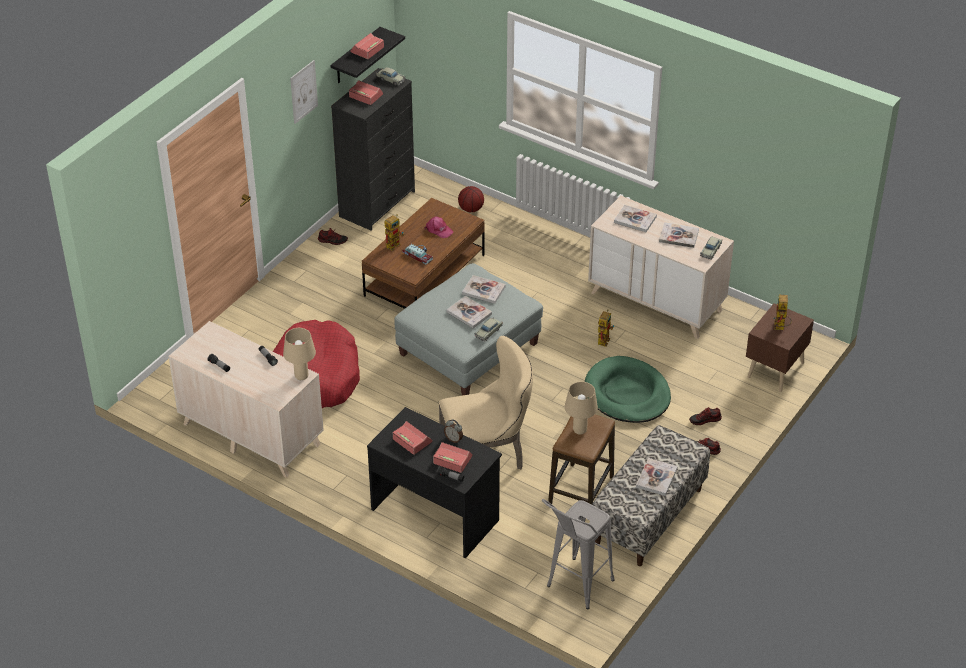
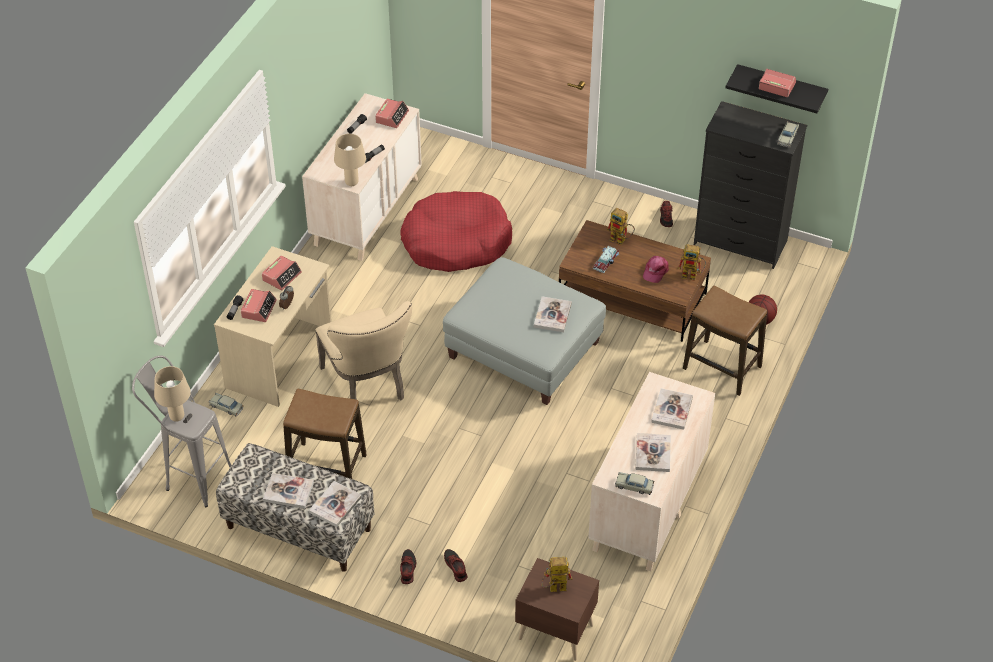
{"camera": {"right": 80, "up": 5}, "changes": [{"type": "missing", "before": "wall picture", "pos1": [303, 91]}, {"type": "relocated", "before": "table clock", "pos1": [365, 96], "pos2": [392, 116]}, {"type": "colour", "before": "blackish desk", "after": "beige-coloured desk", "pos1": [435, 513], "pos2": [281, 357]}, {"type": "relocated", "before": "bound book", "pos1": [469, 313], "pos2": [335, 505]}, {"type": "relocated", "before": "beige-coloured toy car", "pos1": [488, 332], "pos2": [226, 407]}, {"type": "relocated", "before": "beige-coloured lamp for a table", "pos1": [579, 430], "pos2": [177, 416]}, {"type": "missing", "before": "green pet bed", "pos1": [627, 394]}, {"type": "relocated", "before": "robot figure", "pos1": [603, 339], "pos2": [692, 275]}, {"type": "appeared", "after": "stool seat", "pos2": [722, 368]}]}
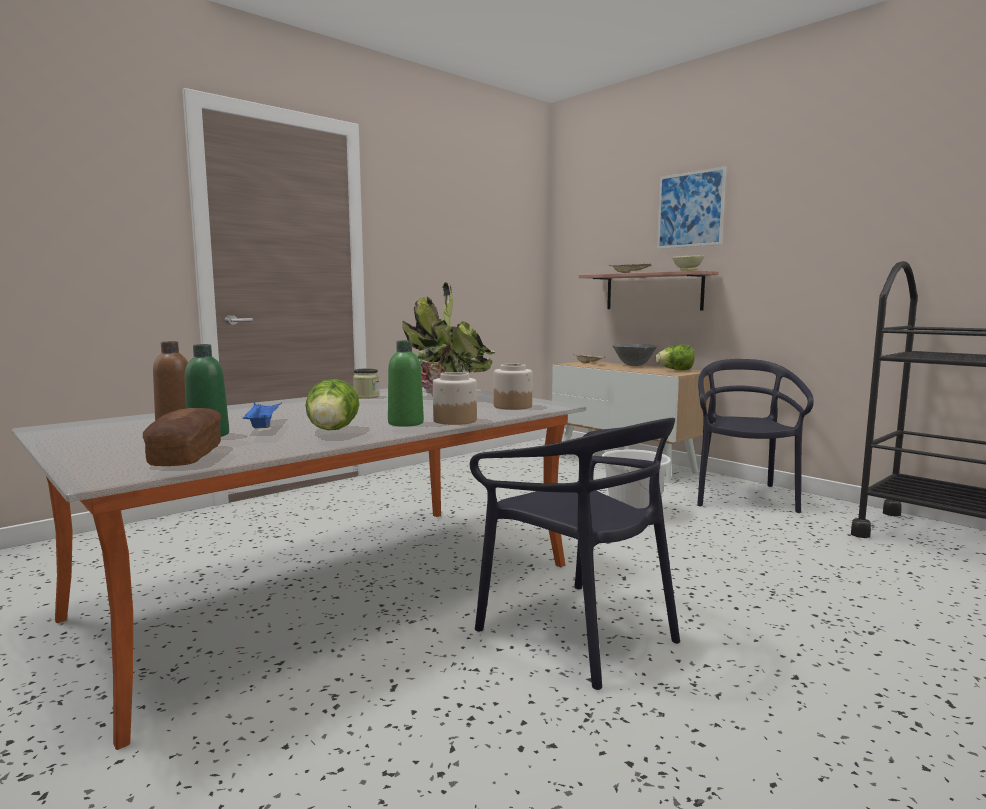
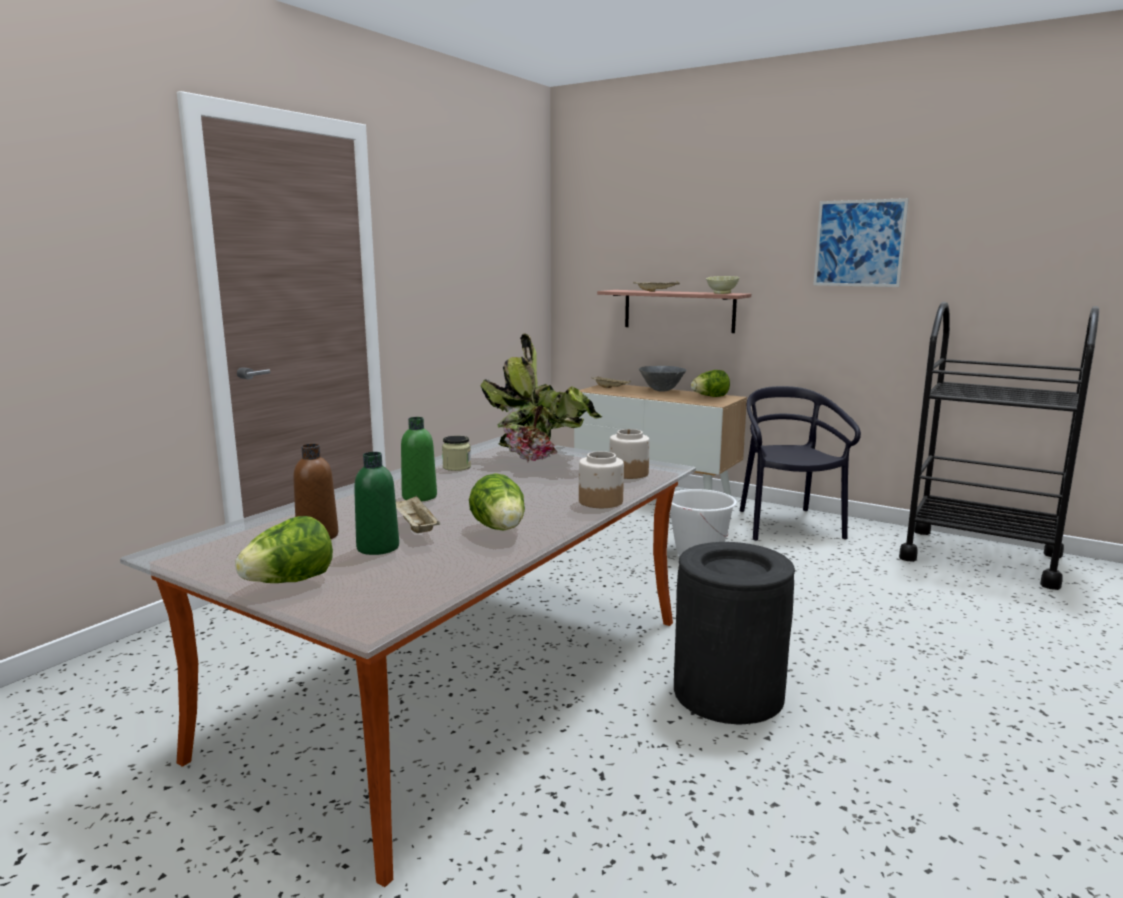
{"camera": {"right": -15, "up": 5}, "changes": [{"type": "missing", "before": "baked bread", "pos1": [187, 456]}, {"type": "colour", "before": "blue serving tray", "after": "beige-coloured serving tray", "pos1": [263, 426], "pos2": [415, 527]}, {"type": "relocated", "before": "green drink bottle", "pos1": [405, 423], "pos2": [419, 497]}, {"type": "exchanged", "before": "blackish plain chair", "after": "blackish waste bin", "pos1": [578, 632], "pos2": [728, 693]}, {"type": "relocated", "before": "wall picture", "pos1": [690, 209], "pos2": [859, 243]}, {"type": "appeared", "after": "lettuce", "pos2": [289, 582]}]}
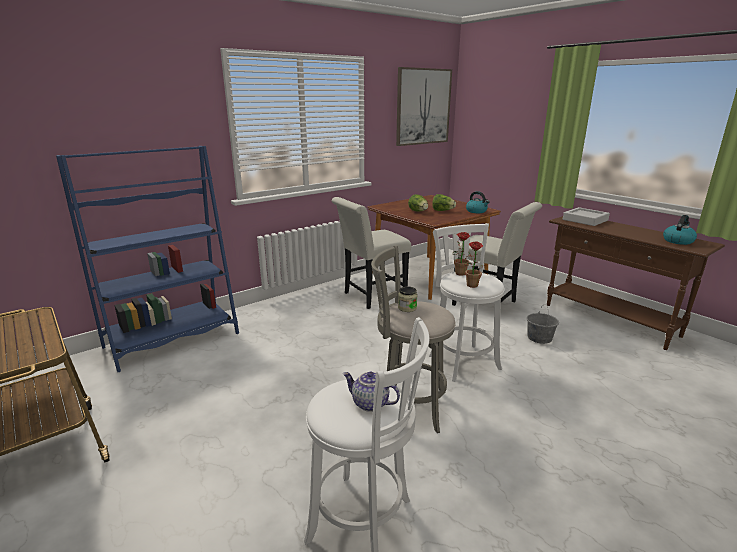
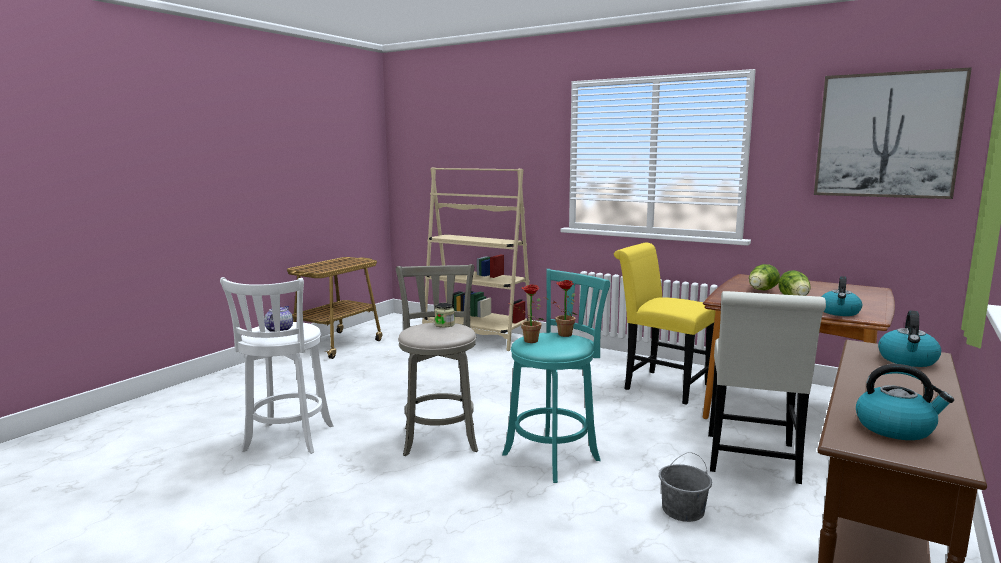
{"camera": {"right": 70, "up": -10}, "changes": [{"type": "colour", "before": "blue bookshelf", "after": "beige-coloured bookshelf", "pos1": [173, 340], "pos2": [477, 336]}, {"type": "colour", "before": "white-coloured plain chair", "after": "yellowish plain chair", "pos1": [371, 296], "pos2": [661, 385]}, {"type": "colour", "before": "white-coloured stool seat", "after": "blue-green stool seat", "pos1": [462, 360], "pos2": [554, 455]}, {"type": "exchanged", "before": "gray serving tray", "after": "tea kettle", "pos1": [585, 220], "pos2": [908, 360]}]}
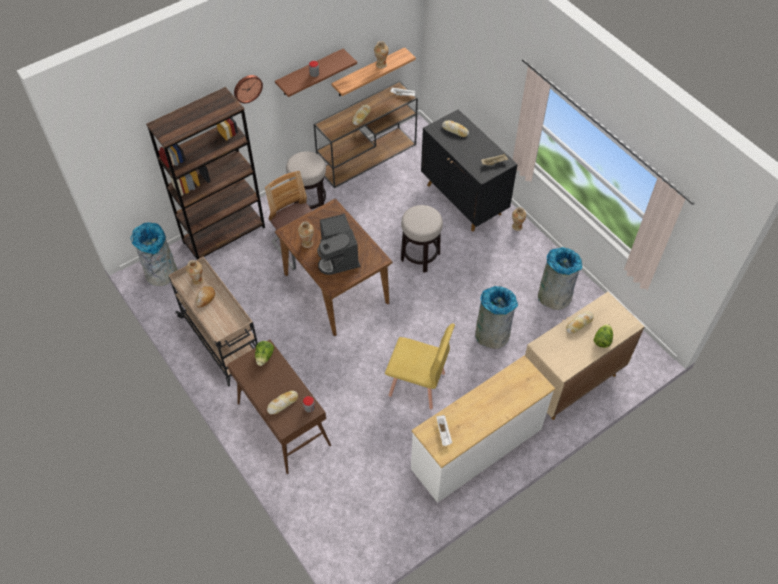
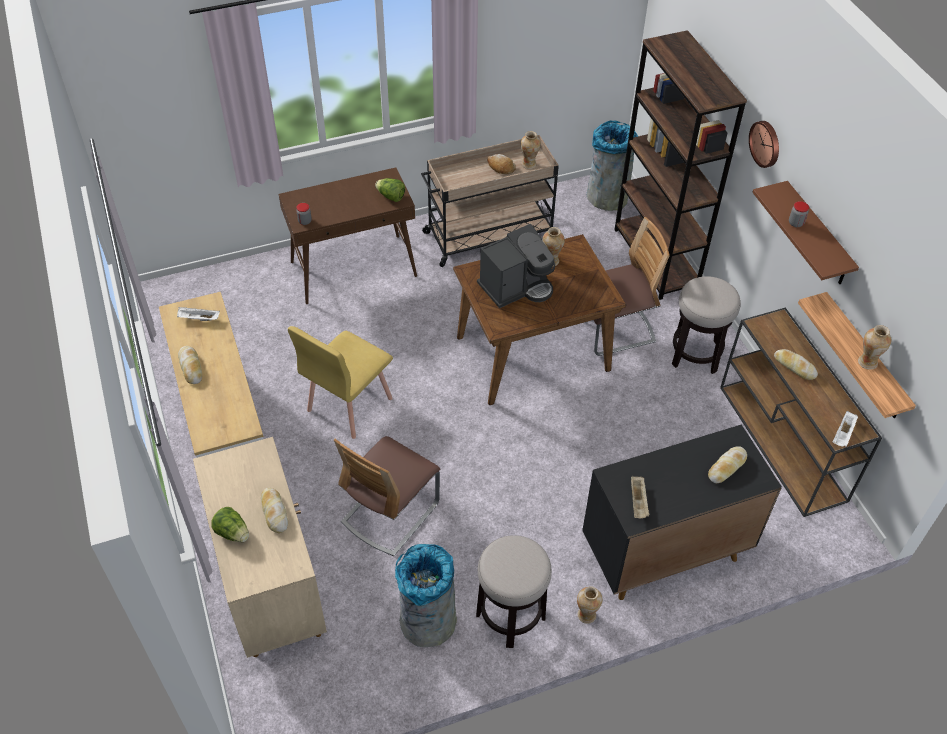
{"camera": {"right": 105, "up": -5}, "changes": [{"type": "relocated", "before": "baked bread", "pos1": [282, 403], "pos2": [191, 367]}, {"type": "spun", "before": "coffee machine", "pos1": [338, 257], "pos2": [516, 287], "turn": 150}, {"type": "relocated", "before": "stool seat", "pos1": [420, 256], "pos2": [510, 615]}, {"type": "exchanged", "before": "gray waste bin", "after": "plain chair", "pos1": [492, 335], "pos2": [390, 513]}]}
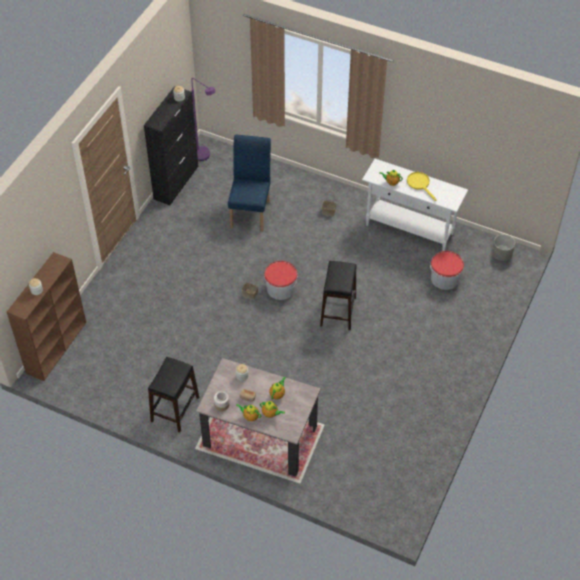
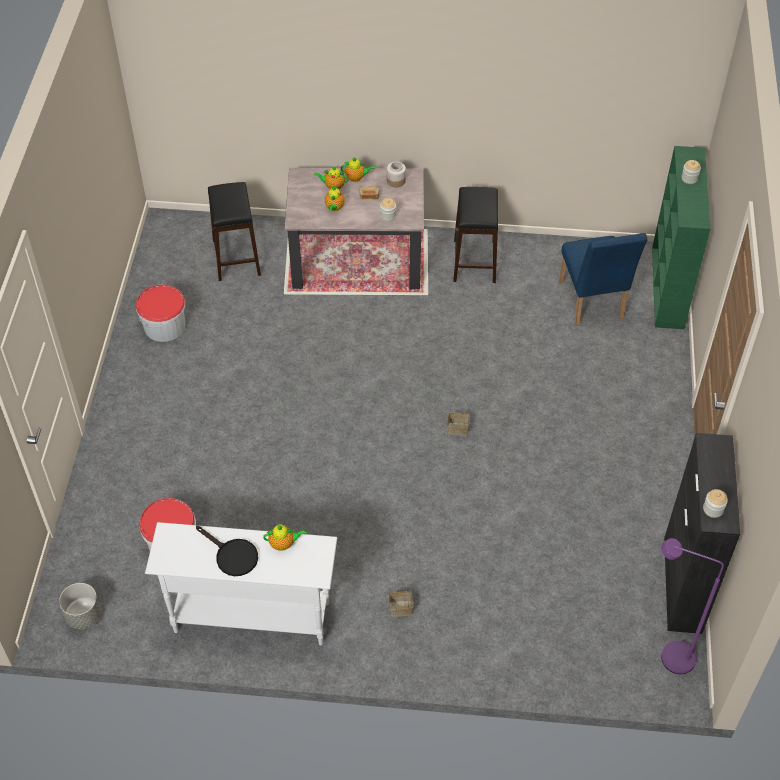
{"camera": {"right": 160, "up": 0}, "changes": [{"type": "colour", "before": "brownish bookshelf", "after": "green bookshelf", "pos1": [56, 347], "pos2": [668, 288]}, {"type": "relocated", "before": "blue plain chair", "pos1": [251, 211], "pos2": [592, 304]}, {"type": "relocated", "before": "pail", "pos1": [280, 288], "pos2": [164, 326]}, {"type": "relocated", "before": "blackish stool seat", "pos1": [338, 311], "pos2": [236, 257]}, {"type": "colour", "before": "yellowish frying pan", "after": "blackish frying pan", "pos1": [420, 184], "pos2": [232, 556]}]}
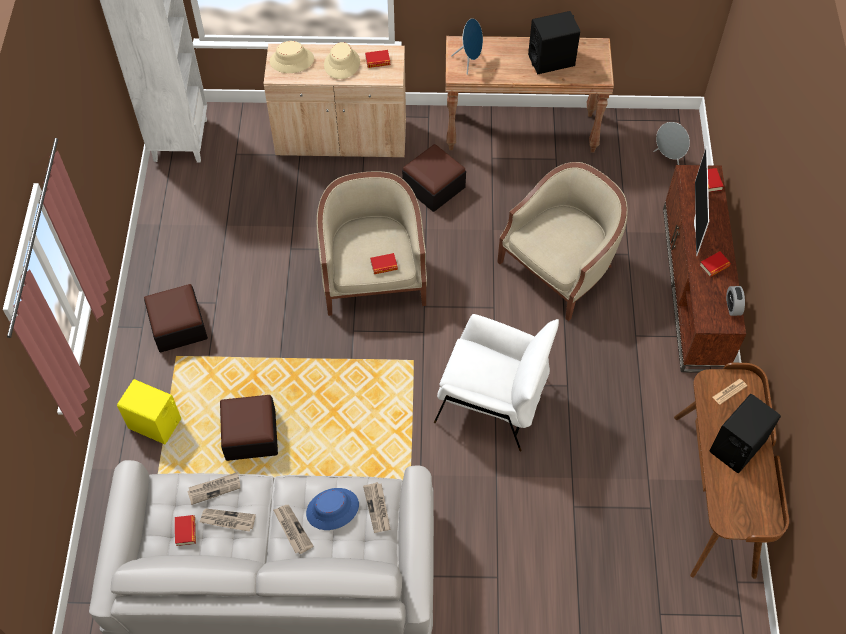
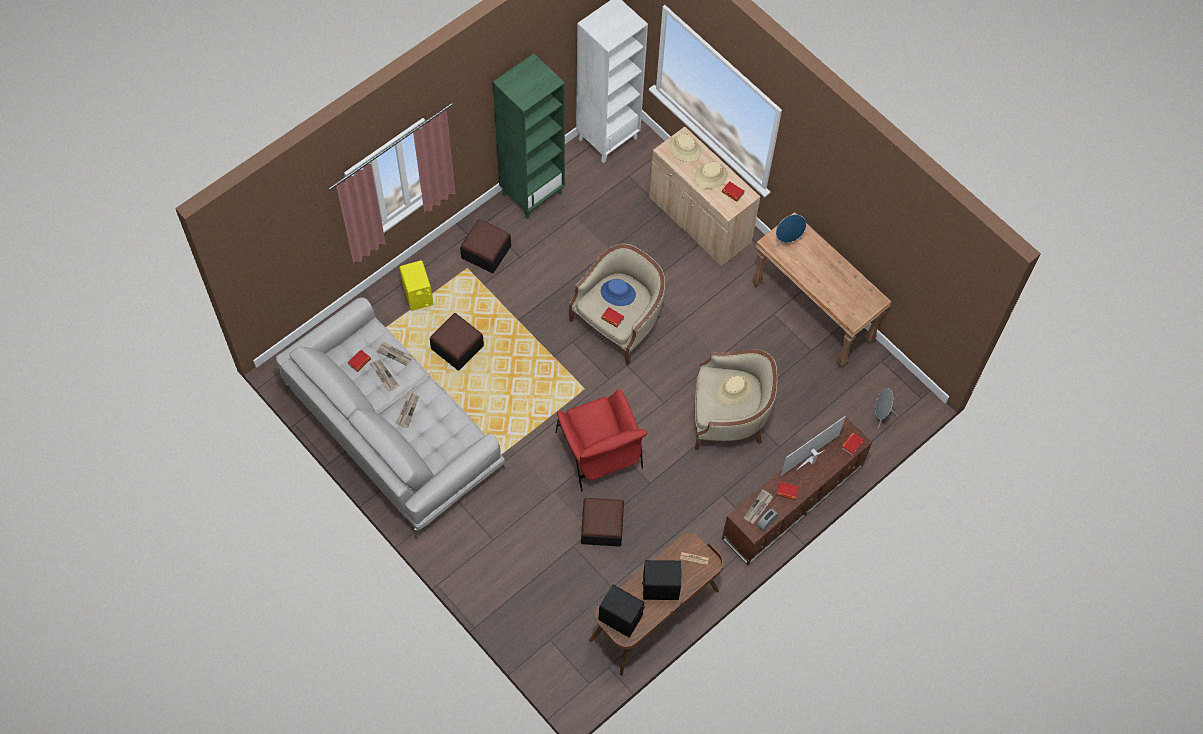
{"camera": {"right": 45, "up": 5}, "changes": [{"type": "relocated", "before": "blue hat", "pos1": [332, 509], "pos2": [618, 293]}, {"type": "relocated", "before": "daily paper", "pos1": [377, 508], "pos2": [758, 508]}, {"type": "relocated", "before": "ottoman", "pos1": [434, 187], "pos2": [602, 526]}, {"type": "colour", "before": "white-coloured lounge chair", "after": "red lounge chair", "pos1": [492, 401], "pos2": [599, 451]}, {"type": "relocated", "before": "blackish audio speaker", "pos1": [551, 60], "pos2": [620, 618]}, {"type": "appeared", "after": "green bookshelf", "pos2": [532, 193]}, {"type": "appeared", "after": "beige-coloured hat", "pos2": [734, 390]}]}
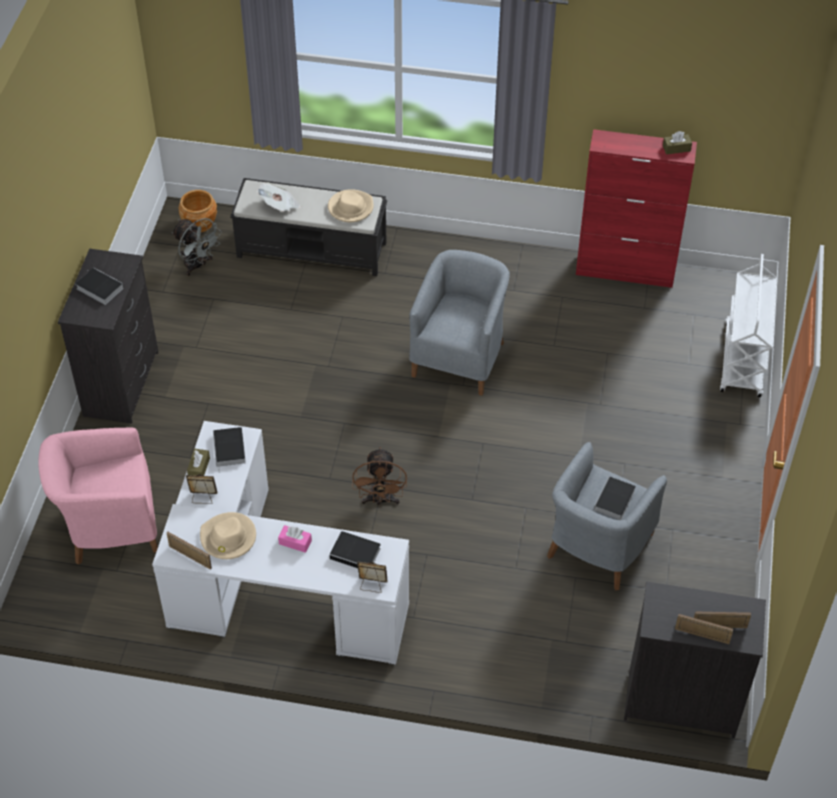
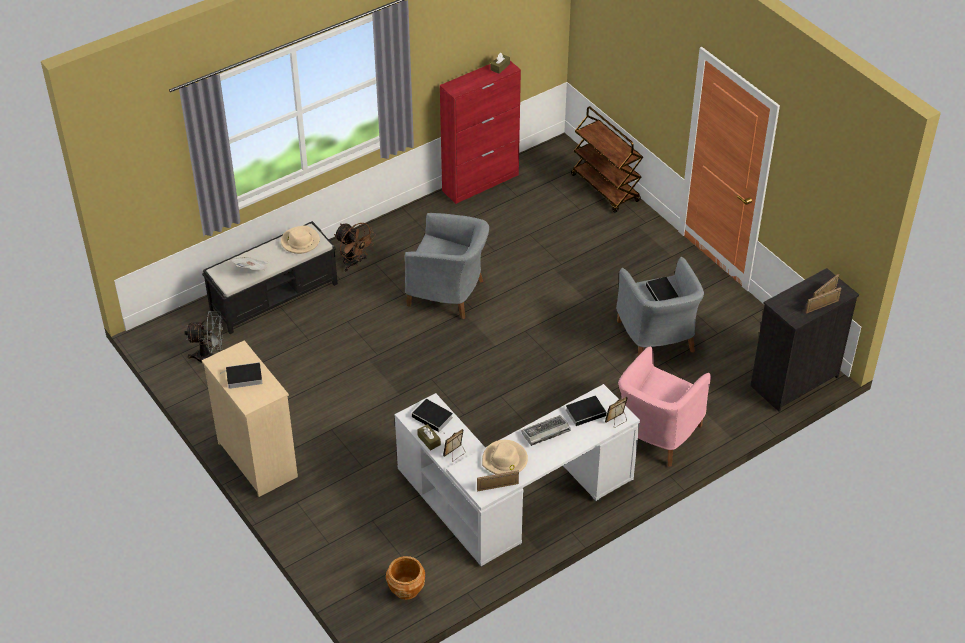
{"camera": {"right": -45, "up": -5}, "changes": [{"type": "relocated", "before": "pink lounge chair", "pos1": [108, 526], "pos2": [655, 435]}, {"type": "colour", "before": "blackish drawer chest", "after": "beige-coloured drawer chest", "pos1": [122, 383], "pos2": [257, 459]}, {"type": "relocated", "before": "brownish plant pot", "pos1": [200, 223], "pos2": [406, 588]}, {"type": "exchanged", "before": "pink box of tissues", "after": "computer keyboard", "pos1": [295, 542], "pos2": [545, 433]}, {"type": "relocated", "before": "brownish fan", "pos1": [380, 500], "pos2": [354, 263]}, {"type": "spun", "before": "gray lounge chair", "pos1": [460, 356], "pos2": [449, 293], "turn": 135}, {"type": "colour", "before": "white-coloured wheeled cart", "after": "brownish wheeled cart", "pos1": [743, 361], "pos2": [605, 188]}]}
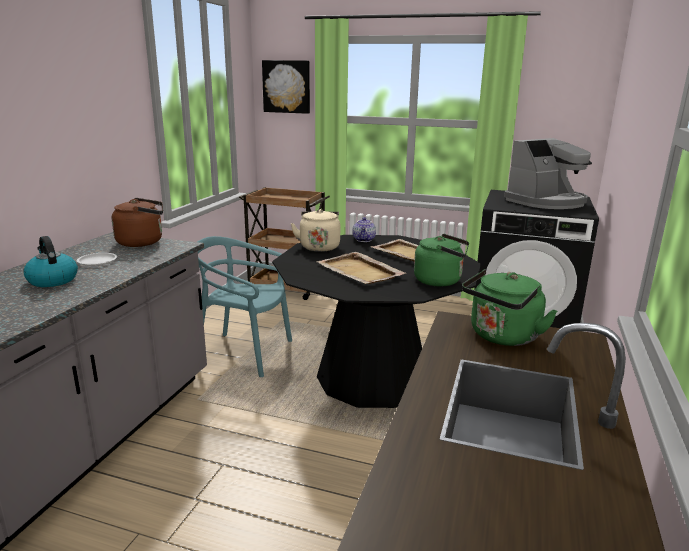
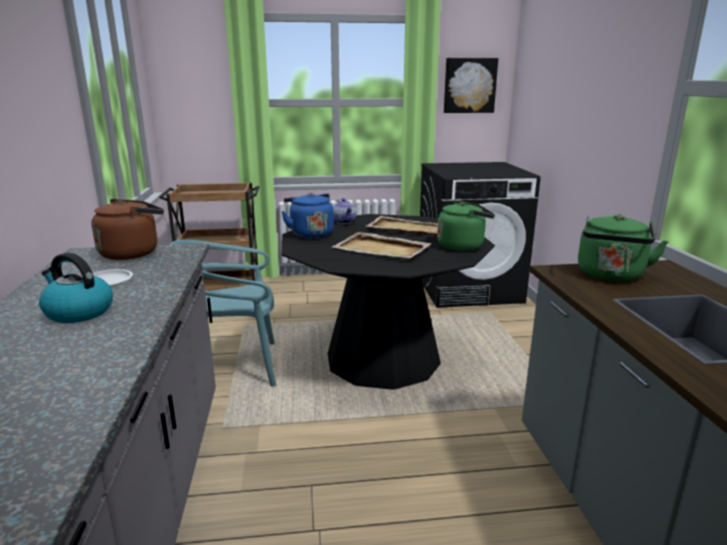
{"camera": {"right": -25, "up": 0}, "changes": [{"type": "relocated", "before": "wall picture", "pos1": [287, 86], "pos2": [469, 85]}, {"type": "colour", "before": "beige-coloured tea kettle", "after": "blue tea kettle", "pos1": [319, 247], "pos2": [310, 234]}, {"type": "missing", "before": "coffee machine", "pos1": [546, 202]}]}
